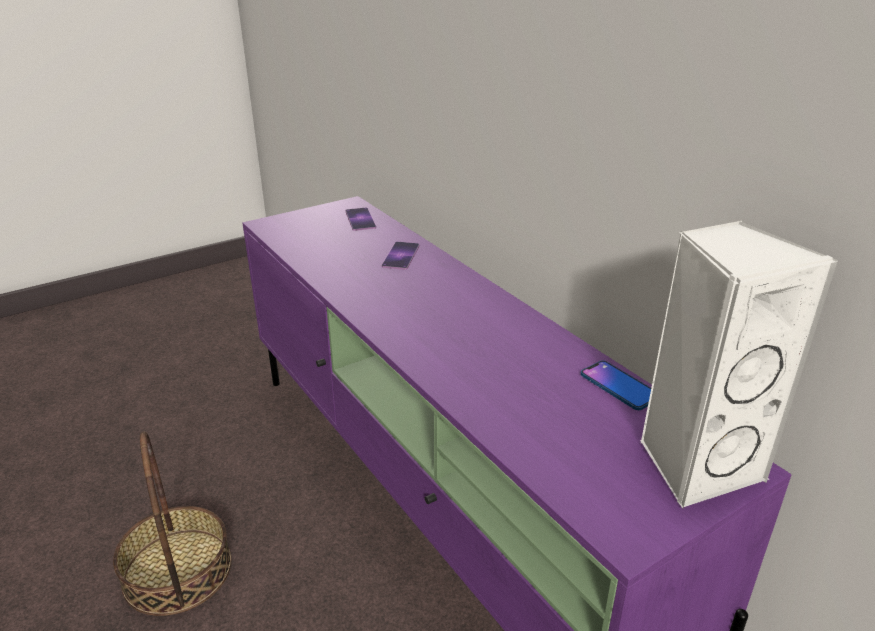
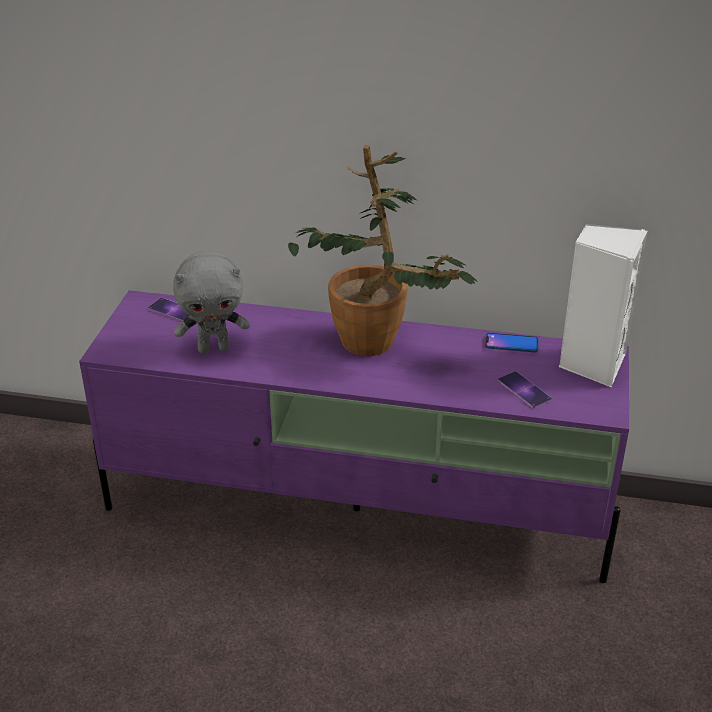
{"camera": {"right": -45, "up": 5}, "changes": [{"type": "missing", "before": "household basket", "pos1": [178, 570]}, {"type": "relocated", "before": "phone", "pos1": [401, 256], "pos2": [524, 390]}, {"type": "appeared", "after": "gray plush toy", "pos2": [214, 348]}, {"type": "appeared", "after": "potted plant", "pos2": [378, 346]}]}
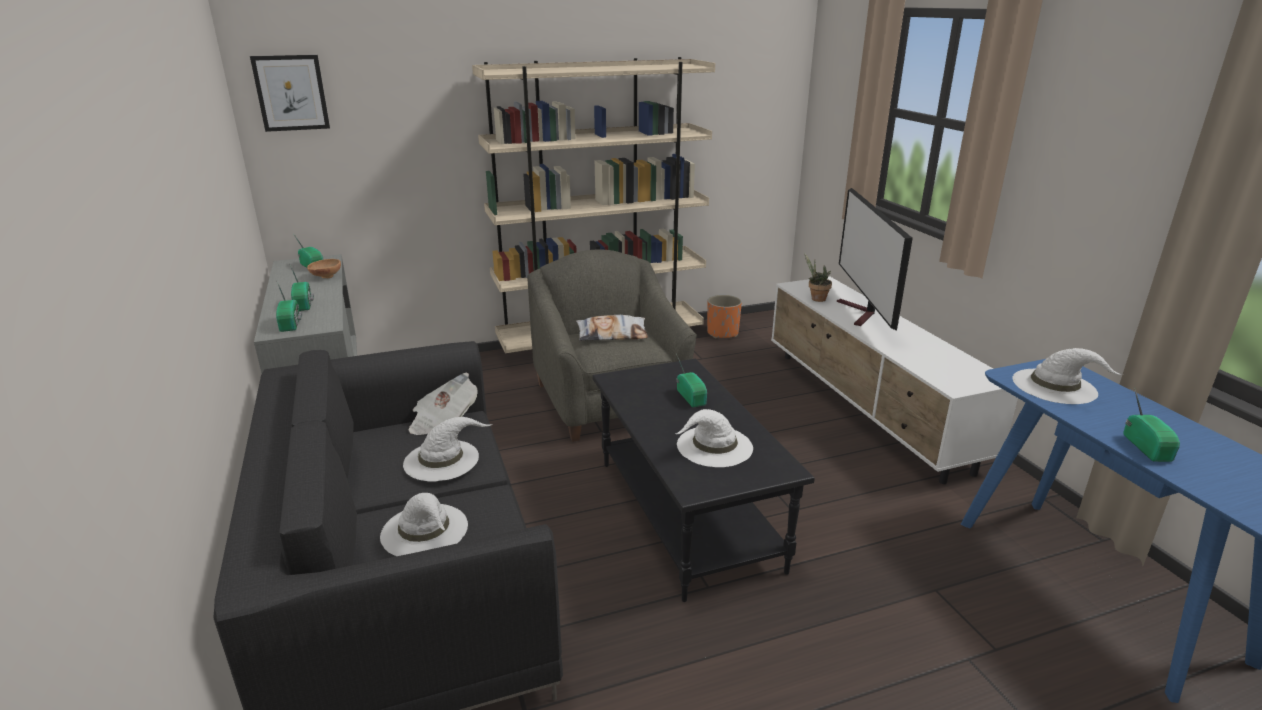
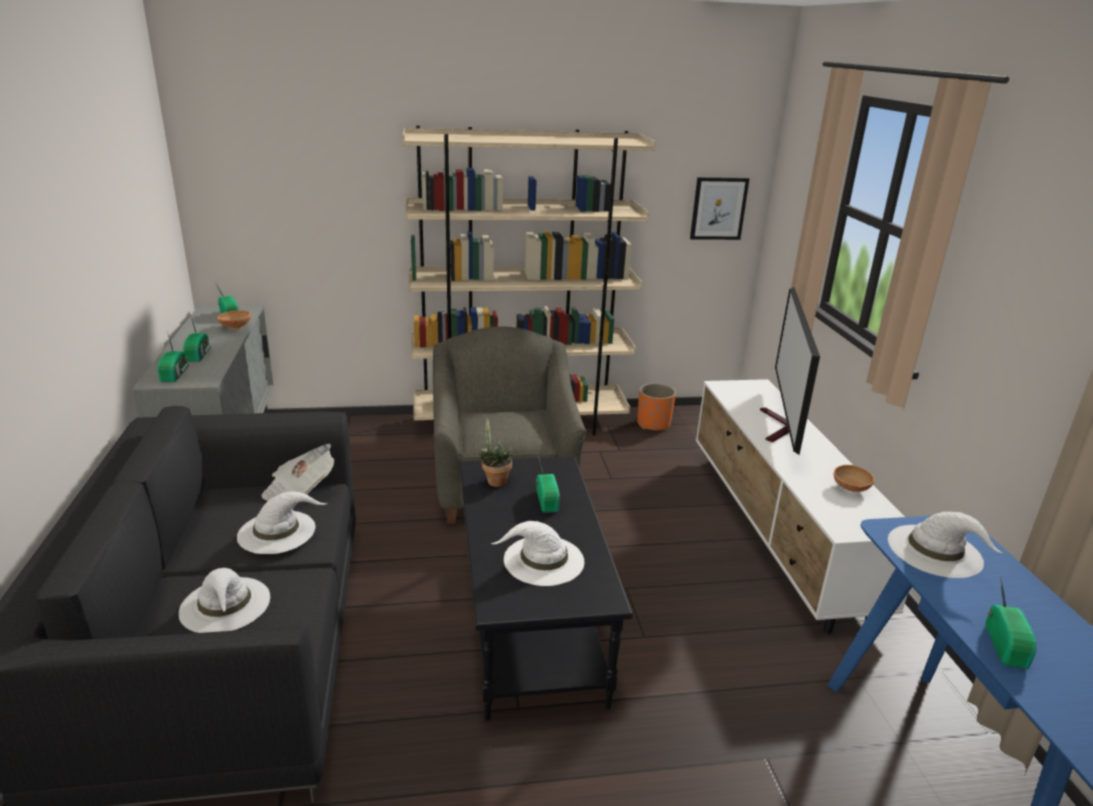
{"camera": {"right": 10, "up": 0}, "changes": [{"type": "relocated", "before": "wall picture", "pos1": [291, 93], "pos2": [718, 208]}, {"type": "missing", "before": "cushion", "pos1": [612, 334]}, {"type": "relocated", "before": "potted plant", "pos1": [816, 299], "pos2": [494, 481]}, {"type": "appeared", "after": "brownish deep dish", "pos2": [850, 489]}]}
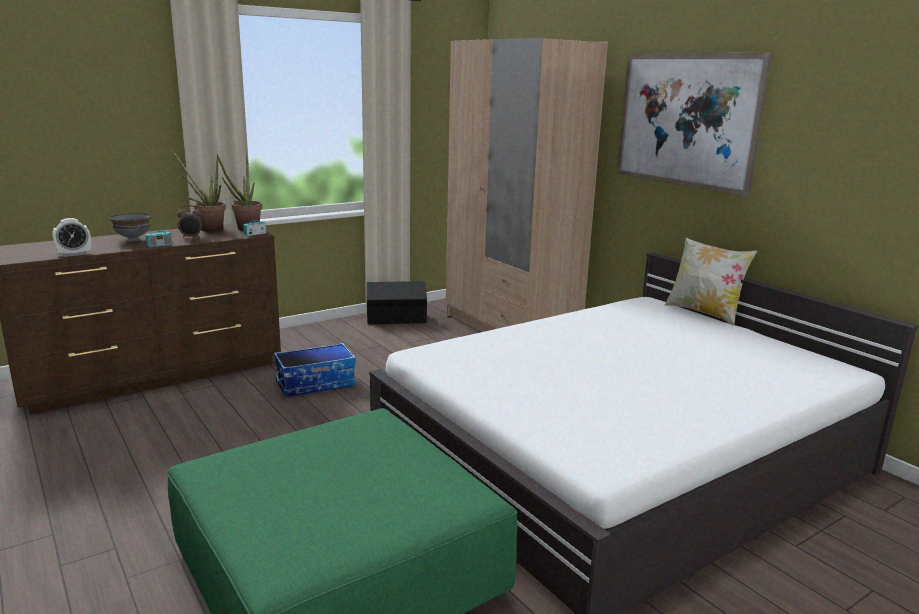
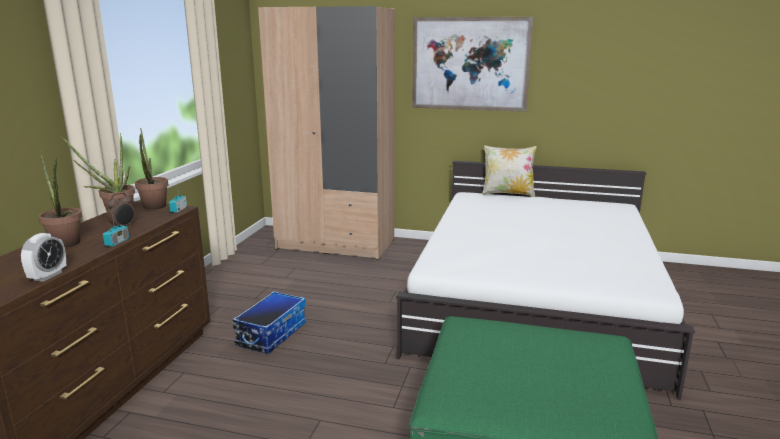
{"camera": {"right": -40, "up": 0}, "changes": [{"type": "exchanged", "before": "gray deep dish", "after": "potted plant", "pos1": [132, 240], "pos2": [67, 245]}, {"type": "missing", "before": "blackish storage box", "pos1": [397, 319]}]}
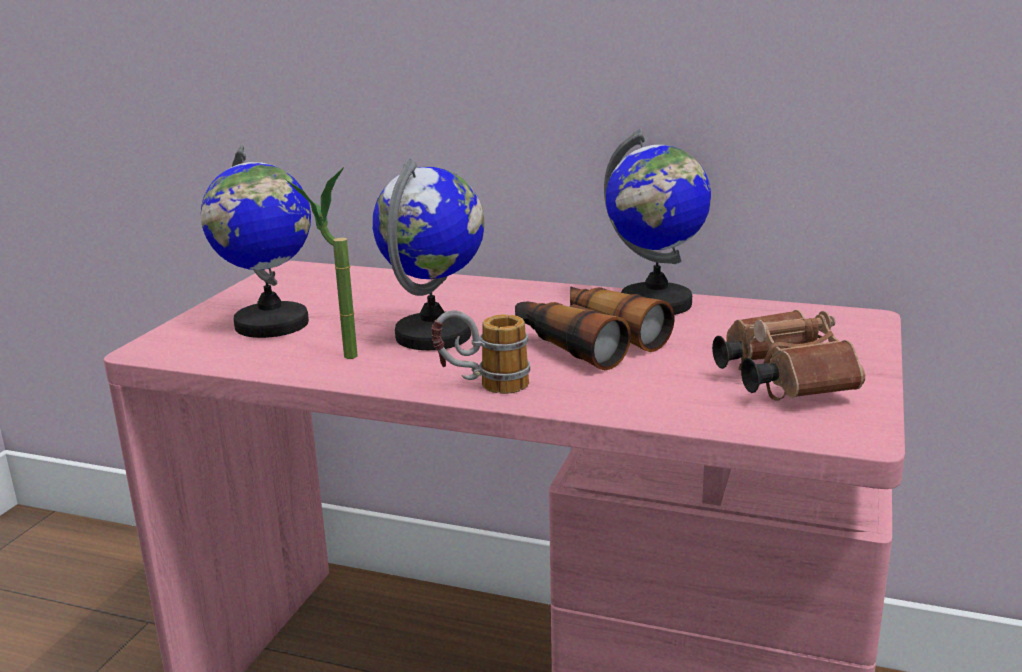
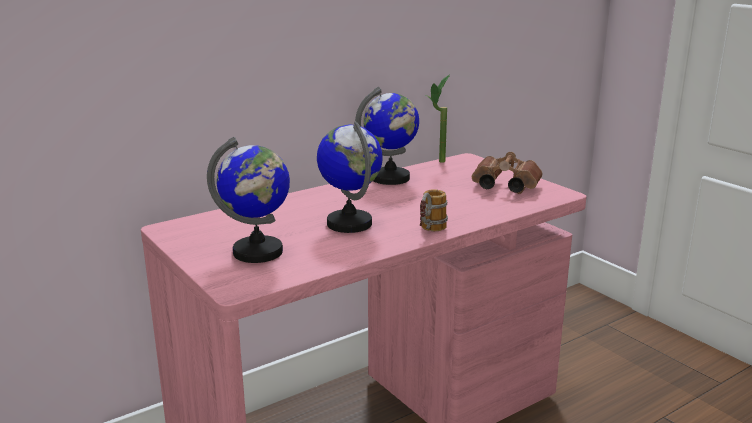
{"camera": {"right": -55, "up": 0}, "changes": [{"type": "relocated", "before": "potted plant", "pos1": [337, 355], "pos2": [437, 162]}, {"type": "missing", "before": "field glasses", "pos1": [587, 342]}]}
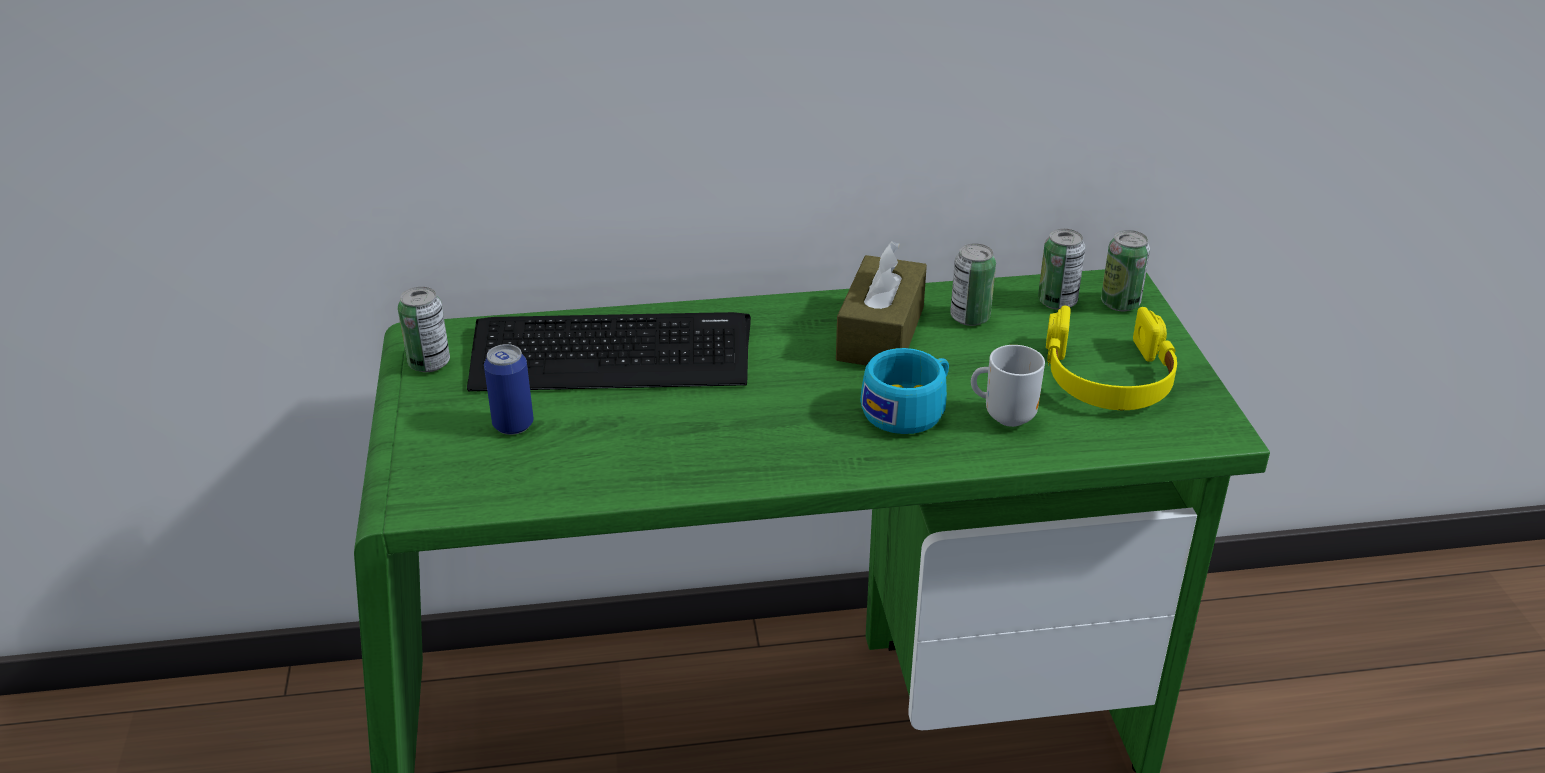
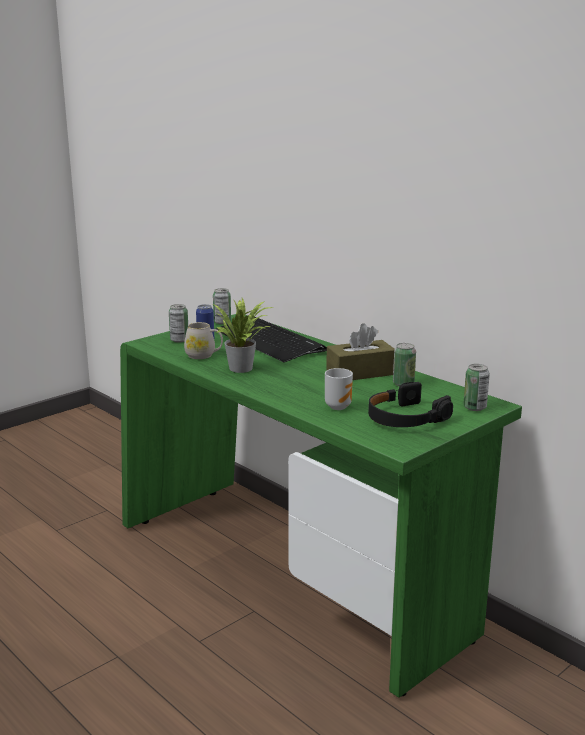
{"camera": {"right": 55, "up": -15}, "changes": [{"type": "missing", "before": "blue-green cup", "pos1": [909, 409]}, {"type": "relocated", "before": "can", "pos1": [1057, 302], "pos2": [179, 340]}, {"type": "colour", "before": "yellowish pair of headphones", "after": "blackish pair of headphones", "pos1": [1108, 376], "pos2": [405, 418]}, {"type": "appeared", "after": "white-coloured coffee mug", "pos2": [204, 355]}, {"type": "appeared", "after": "potted plant", "pos2": [243, 368]}]}
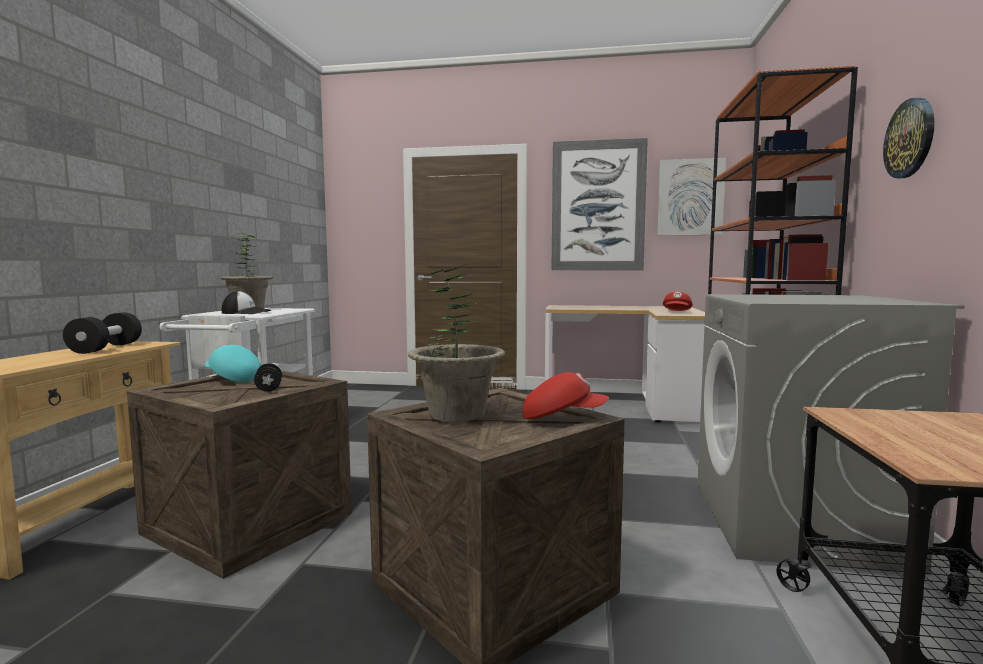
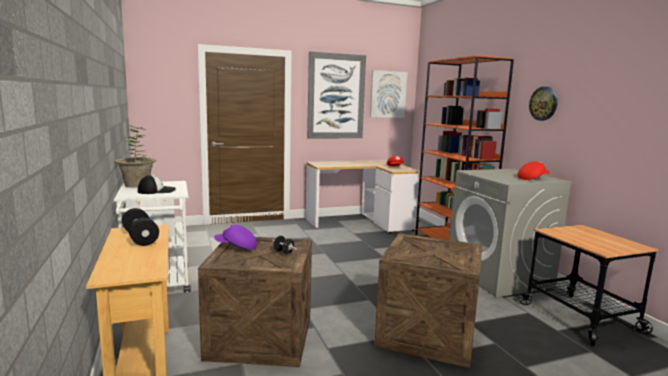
{"camera": {"right": -30, "up": 5}, "changes": [{"type": "colour", "before": "blue-green cap", "after": "purple-coloured cap", "pos1": [232, 378], "pos2": [236, 247]}, {"type": "missing", "before": "potted plant", "pos1": [457, 414]}, {"type": "relocated", "before": "red cap", "pos1": [562, 417], "pos2": [532, 178]}]}
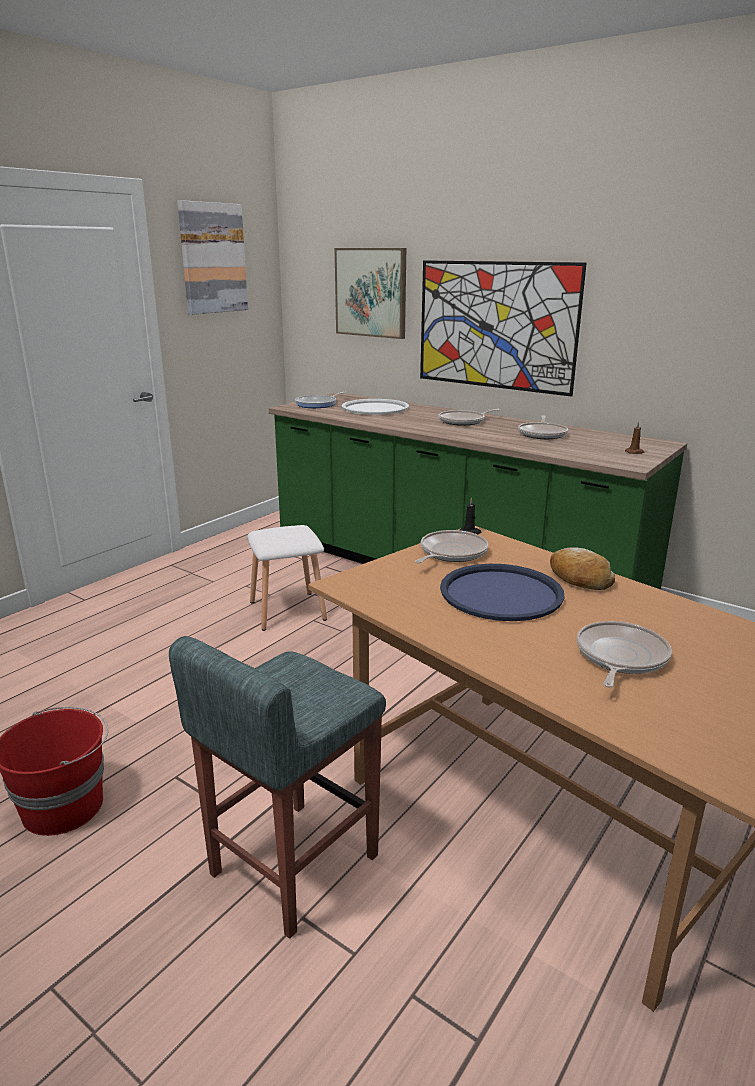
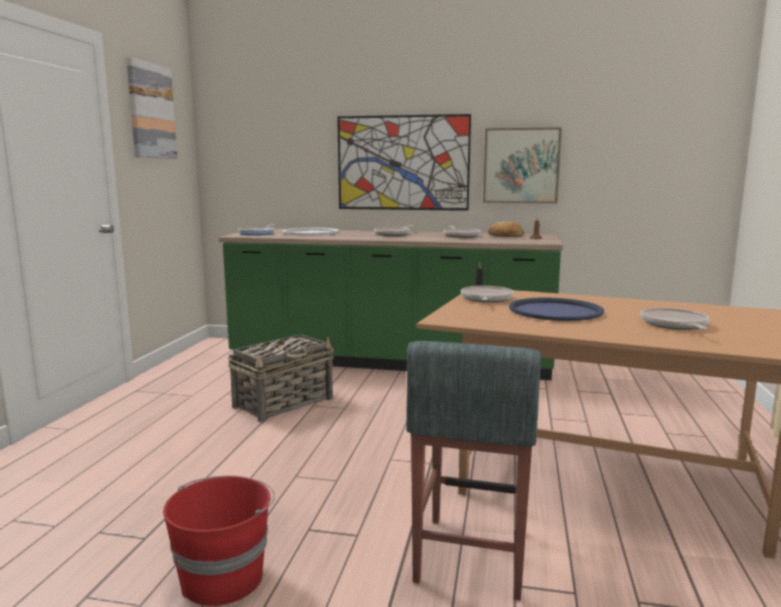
{"camera": {"right": -25, "up": -10}, "changes": [{"type": "exchanged", "before": "white-coloured stool seat", "after": "household basket", "pos1": [289, 610], "pos2": [284, 403]}, {"type": "relocated", "before": "wall picture", "pos1": [371, 292], "pos2": [521, 166]}, {"type": "relocated", "before": "baked bread", "pos1": [579, 578], "pos2": [505, 236]}]}
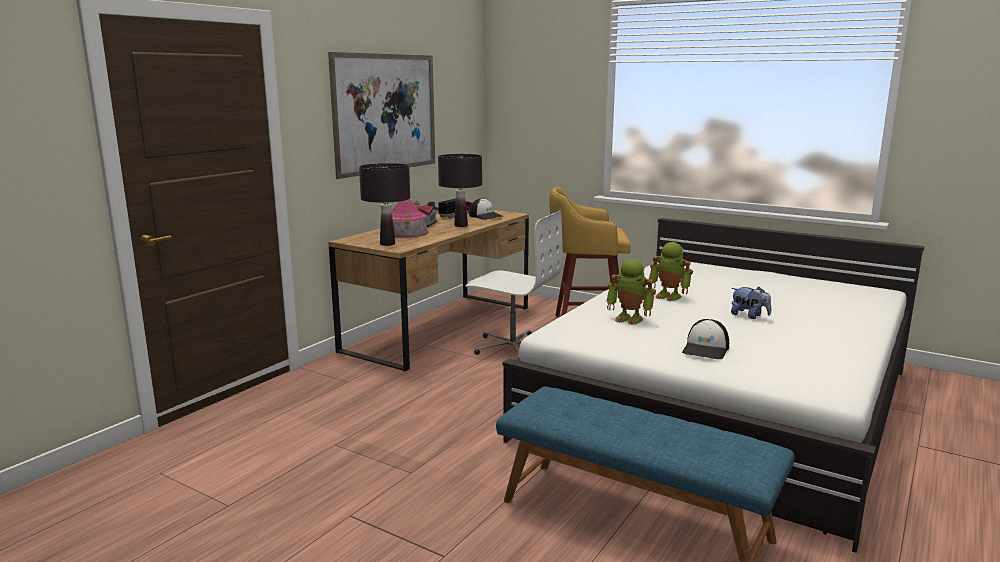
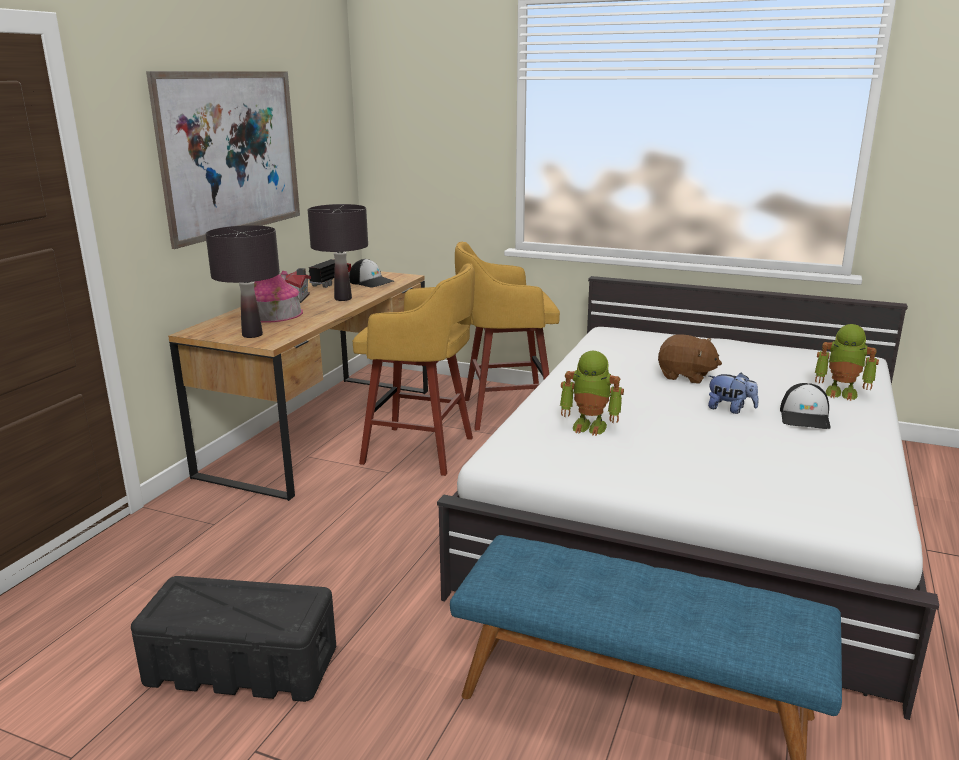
{"camera": {"right": -10, "up": 5}, "changes": [{"type": "exchanged", "before": "white-coloured office chair", "after": "yellowish stool seat", "pos1": [512, 347], "pos2": [421, 451]}, {"type": "relocated", "before": "robot figure", "pos1": [669, 296], "pos2": [842, 392]}, {"type": "relocated", "before": "cap", "pos1": [706, 349], "pos2": [805, 417]}, {"type": "appeared", "after": "blackish storage box", "pos2": [243, 666]}, {"type": "appeared", "after": "brownish plush toy", "pos2": [686, 376]}]}
